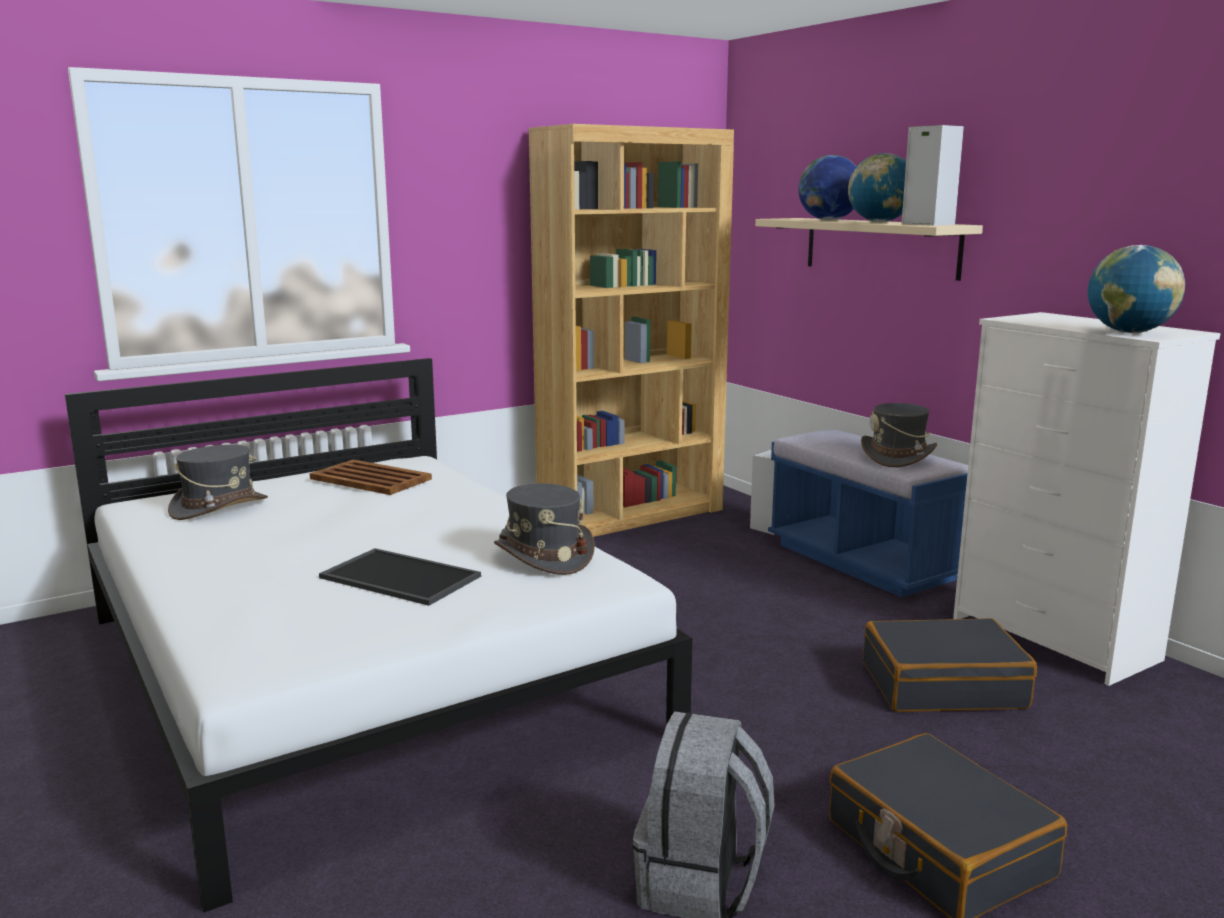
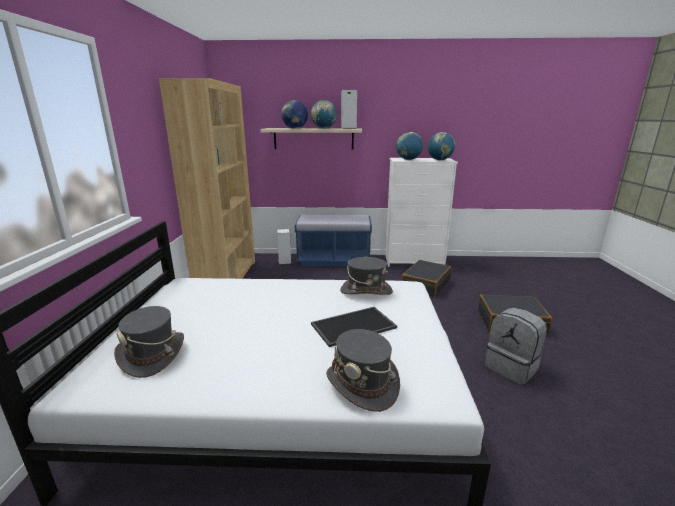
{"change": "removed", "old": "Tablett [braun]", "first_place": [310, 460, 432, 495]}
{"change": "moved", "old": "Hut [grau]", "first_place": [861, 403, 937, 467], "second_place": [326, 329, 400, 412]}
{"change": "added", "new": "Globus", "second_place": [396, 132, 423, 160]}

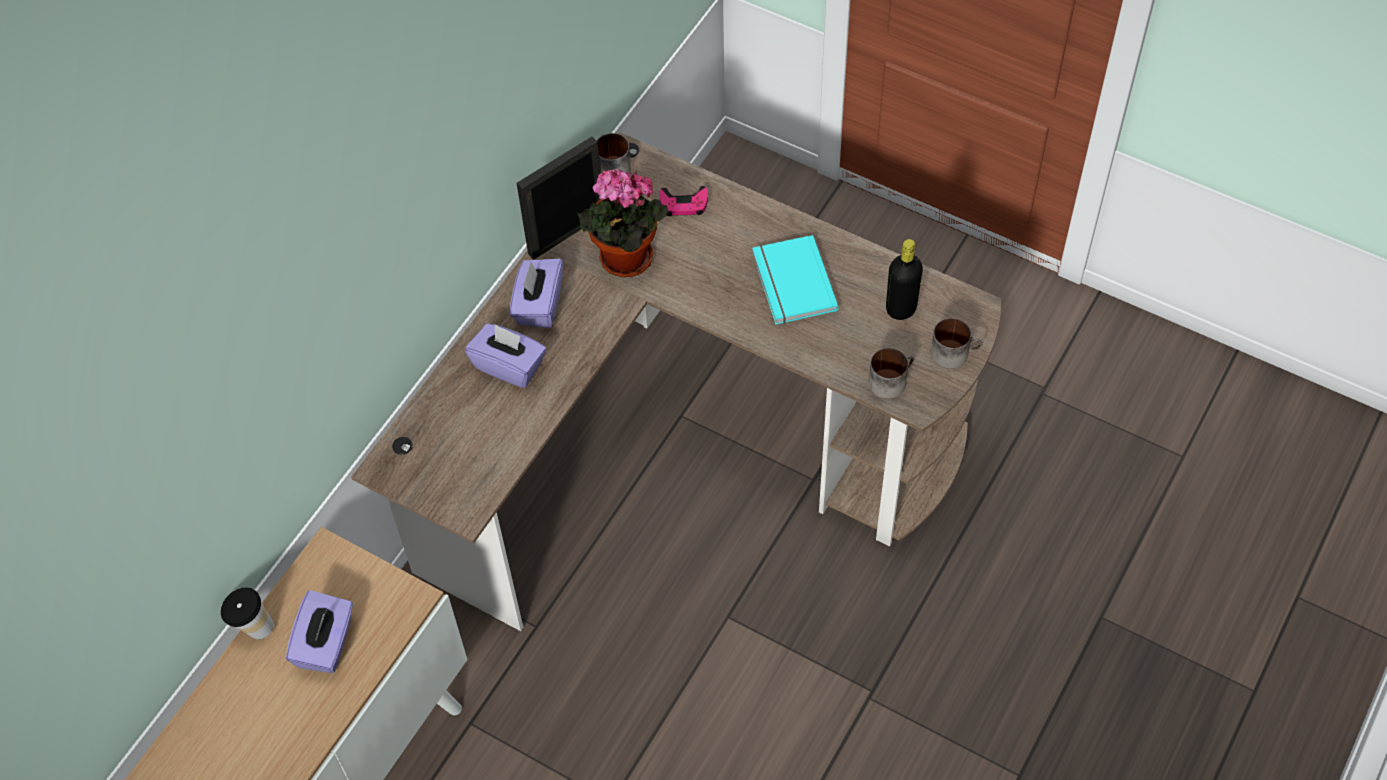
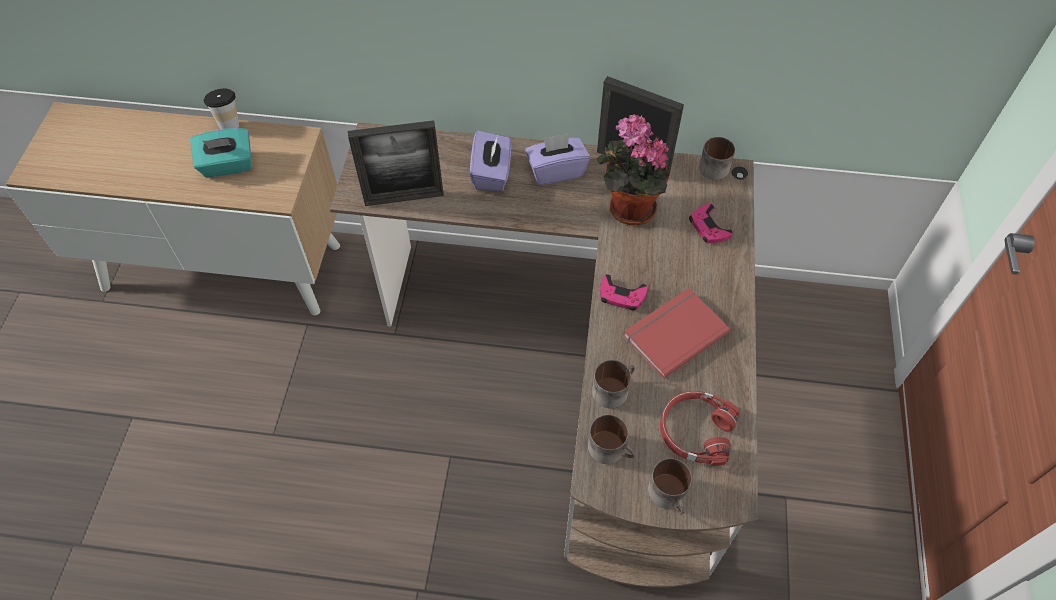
{"change": "recoloured", "old": "Taschentuchbox [lila]", "new": "Taschentuchbox [türkis]", "first_place": [286, 590, 353, 673], "second_place": [190, 128, 251, 178]}
{"change": "recoloured", "old": "Buch [türkis]", "new": "Buch [rot]", "first_place": [752, 235, 839, 325], "second_place": [623, 288, 730, 379]}
{"change": "replaced", "old": "Flasche [schwarz]", "new": "Kopfhörer [rot]", "first_place": [886, 239, 923, 320], "second_place": [660, 391, 740, 466]}
{"change": "added", "new": "Bilderrahmen", "second_place": [348, 120, 444, 206]}
{"change": "added", "new": "Henkelbecher", "second_place": [592, 360, 635, 408]}
{"change": "added", "new": "Gamepad [rosa]", "second_place": [600, 274, 647, 311]}

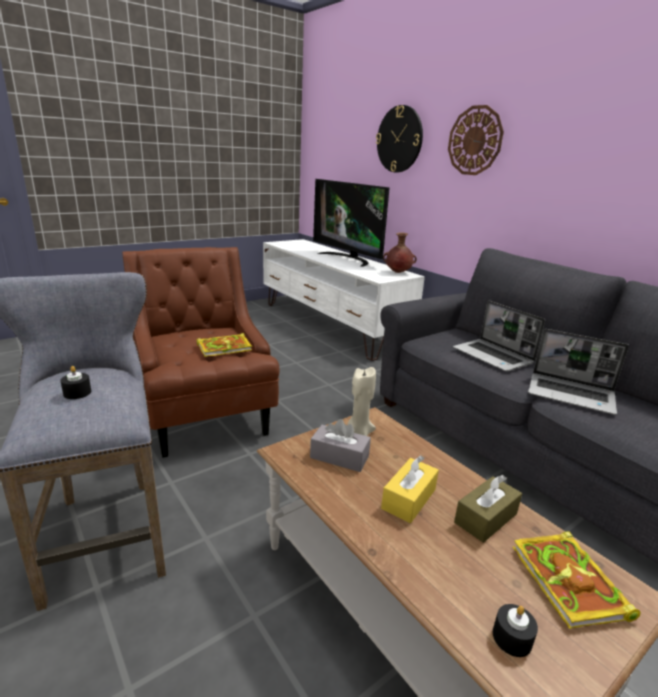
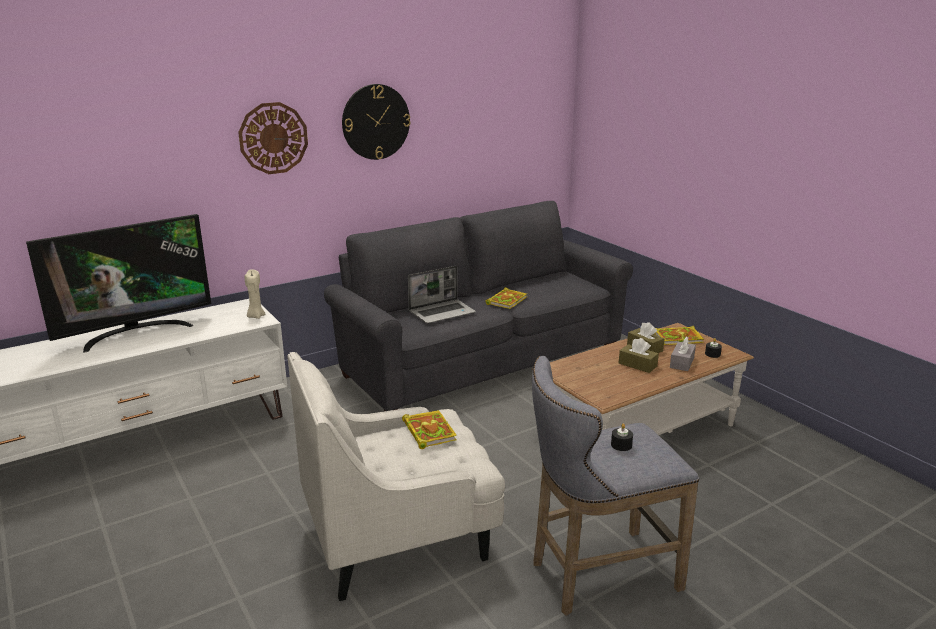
{"change": "recoloured", "old": "Sessel [braun]", "new": "Sessel [weiß]", "first_place": [122, 247, 279, 458], "second_place": [287, 352, 505, 601]}
{"change": "moved", "old": "Taschentuchbox [grau]", "first_place": [310, 419, 371, 472], "second_place": [670, 337, 696, 371]}
{"change": "moved", "old": "Kerze [beige]", "first_place": [348, 367, 376, 436], "second_place": [244, 269, 265, 319]}
{"change": "moved", "old": "Wanduhr", "first_place": [376, 105, 423, 173], "second_place": [342, 84, 411, 160]}
{"change": "recoloured", "old": "Taschentuchbox [gelb]", "new": "Taschentuchbox [braun]", "first_place": [381, 455, 439, 523], "second_place": [619, 338, 659, 373]}
{"change": "removed", "old": "Vase [braun]", "first_place": [383, 232, 417, 273]}
{"change": "replaced", "old": "Laptop", "new": "Buch", "first_place": [528, 329, 629, 415], "second_place": [486, 287, 527, 309]}

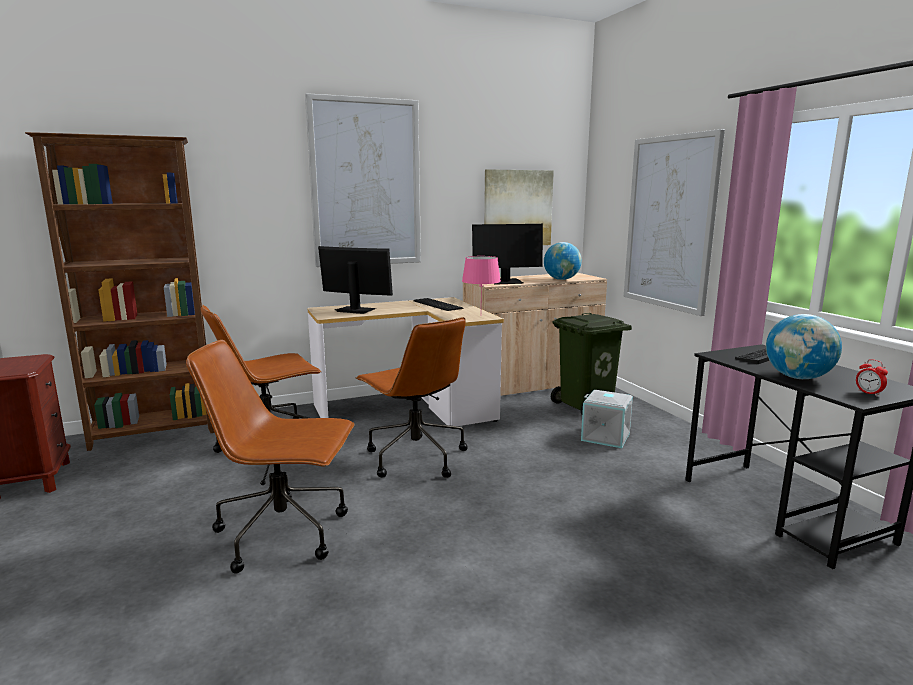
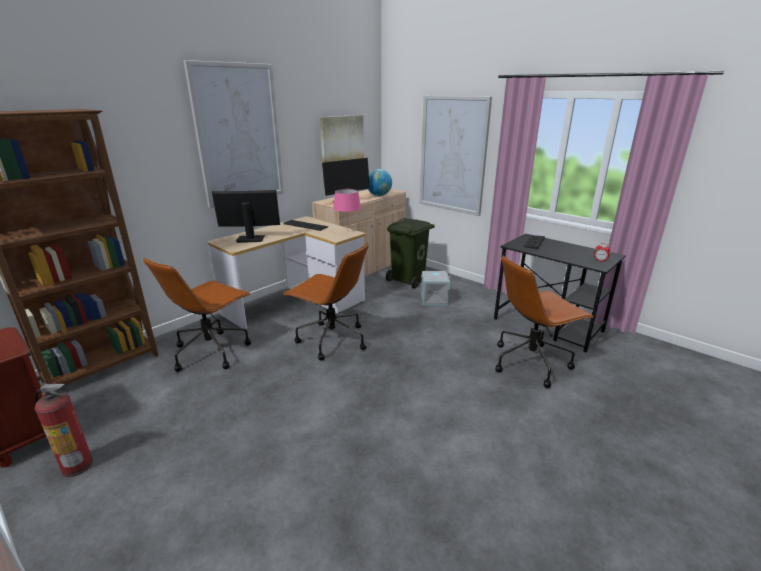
{"change": "moved", "old": "Bürostuhl [braun]", "first_place": [186, 340, 354, 573], "second_place": [495, 256, 594, 388]}
{"change": "removed", "old": "Globus", "first_place": [766, 314, 842, 379]}
{"change": "added", "new": "Feuerlöscher", "second_place": [34, 383, 94, 477]}

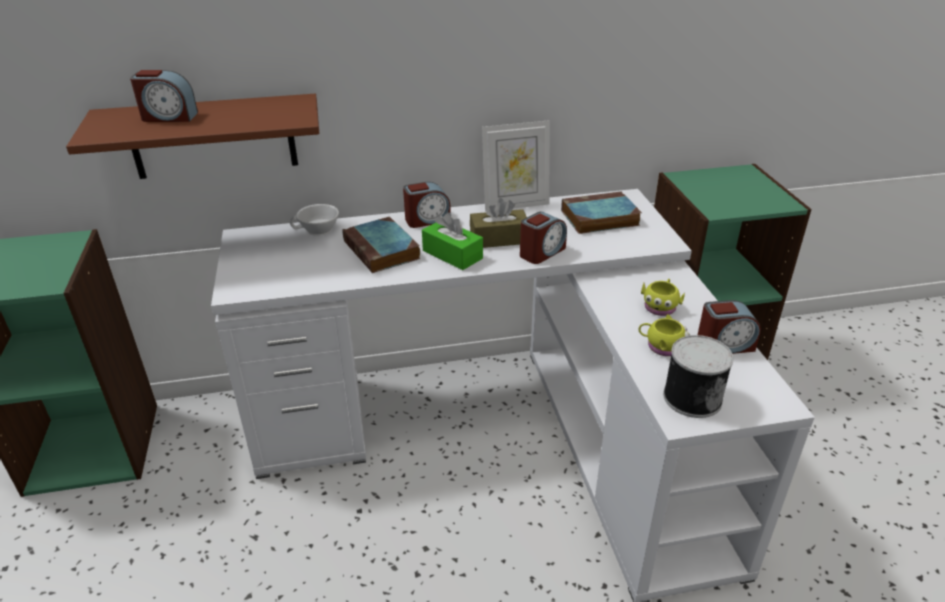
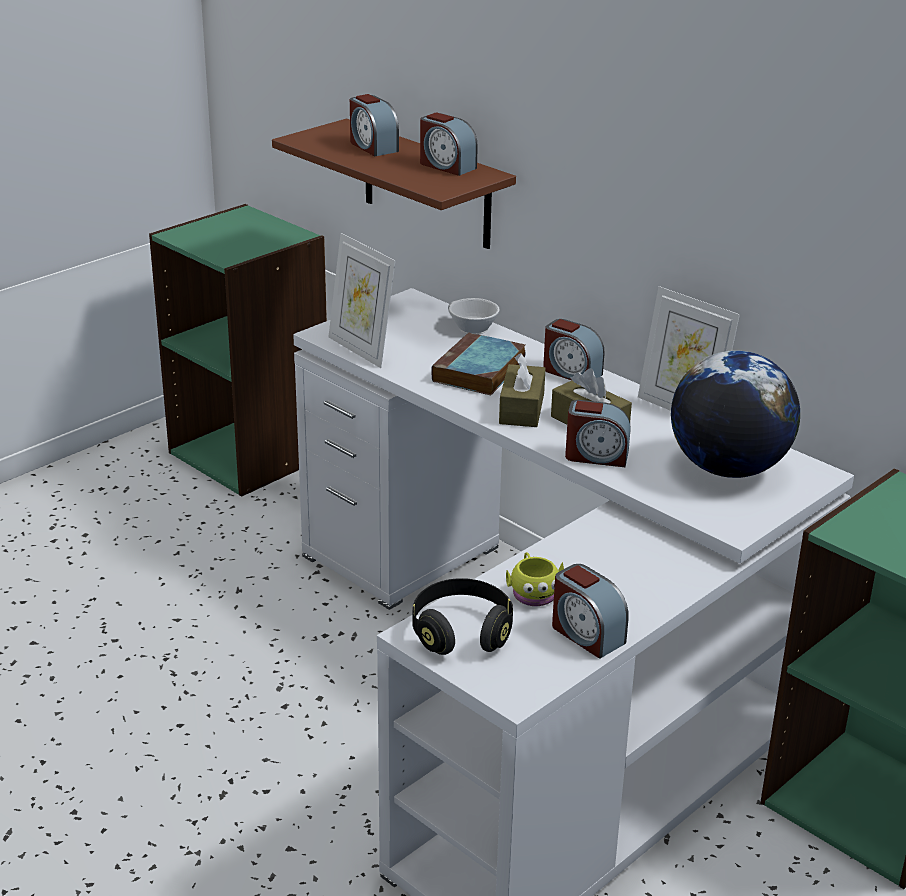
{"change": "recoloured", "old": "Taschentuchbox [grün]", "new": "Taschentuchbox [braun]", "first_place": [422, 212, 483, 270], "second_place": [499, 353, 546, 427]}
{"change": "replaced", "old": "Buch", "new": "Globus", "first_place": [561, 191, 642, 234], "second_place": [671, 350, 800, 478]}
{"change": "removed", "old": "Henkelbecher [gelb]", "first_place": [641, 279, 685, 316]}
{"change": "replaced", "old": "Dose", "new": "Kopfhörer [schwarz]", "first_place": [663, 335, 734, 418], "second_place": [413, 578, 513, 655]}
{"change": "added", "new": "Bilderrahmen", "second_place": [328, 233, 396, 368]}
{"change": "added", "new": "Wecker", "second_place": [420, 112, 478, 176]}

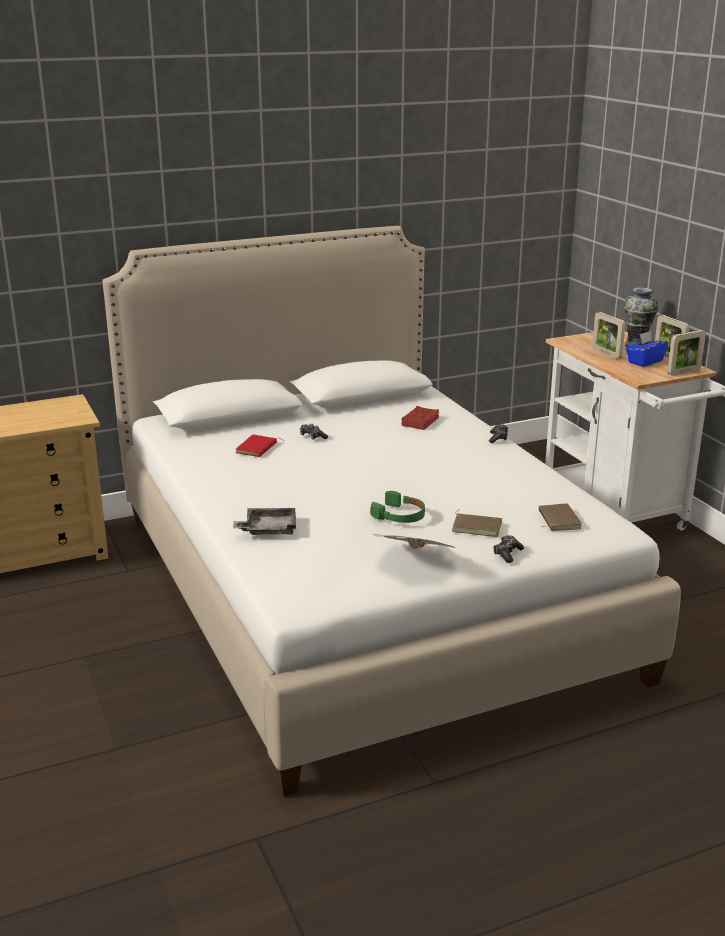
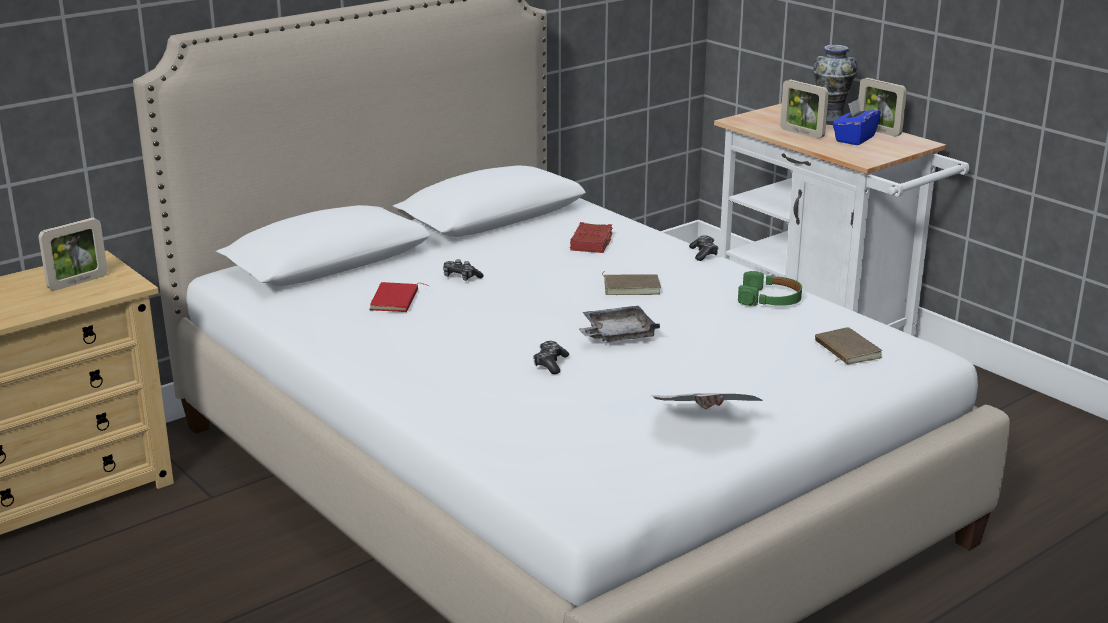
{"change": "moved", "old": "Tablett [grau]", "first_place": [233, 508, 296, 535], "second_place": [579, 306, 660, 342]}
{"change": "moved", "old": "Kopfhörer [grün]", "first_place": [370, 491, 425, 523], "second_place": [738, 271, 802, 306]}
{"change": "moved", "old": "Buch [braun]", "first_place": [452, 510, 502, 537], "second_place": [602, 271, 661, 295]}
{"change": "moved", "old": "Gamepad", "first_place": [493, 535, 524, 563], "second_place": [533, 341, 569, 374]}
{"change": "moved", "old": "Bilderrahmen", "first_place": [667, 330, 706, 376], "second_place": [38, 218, 107, 291]}

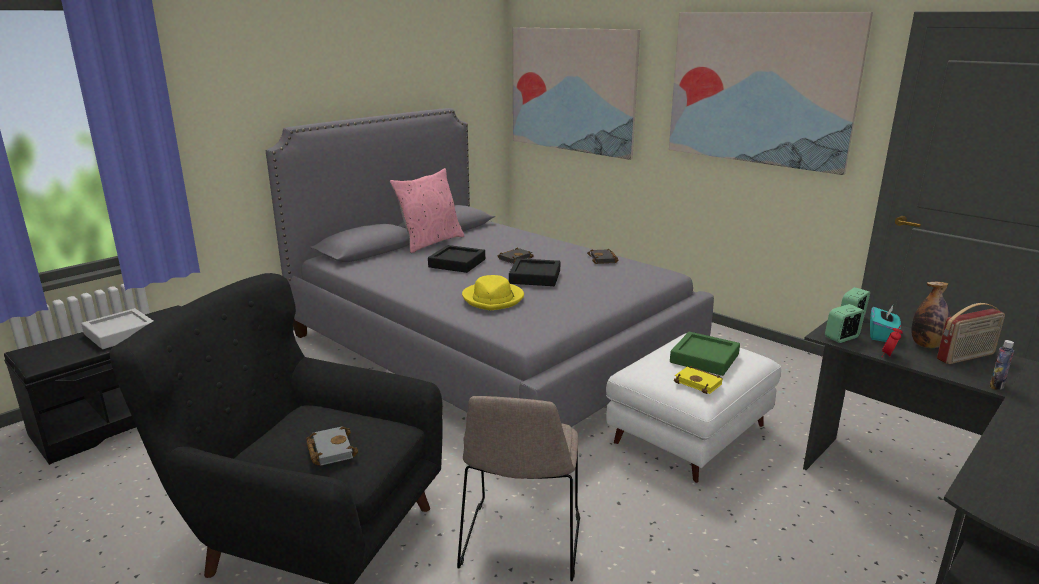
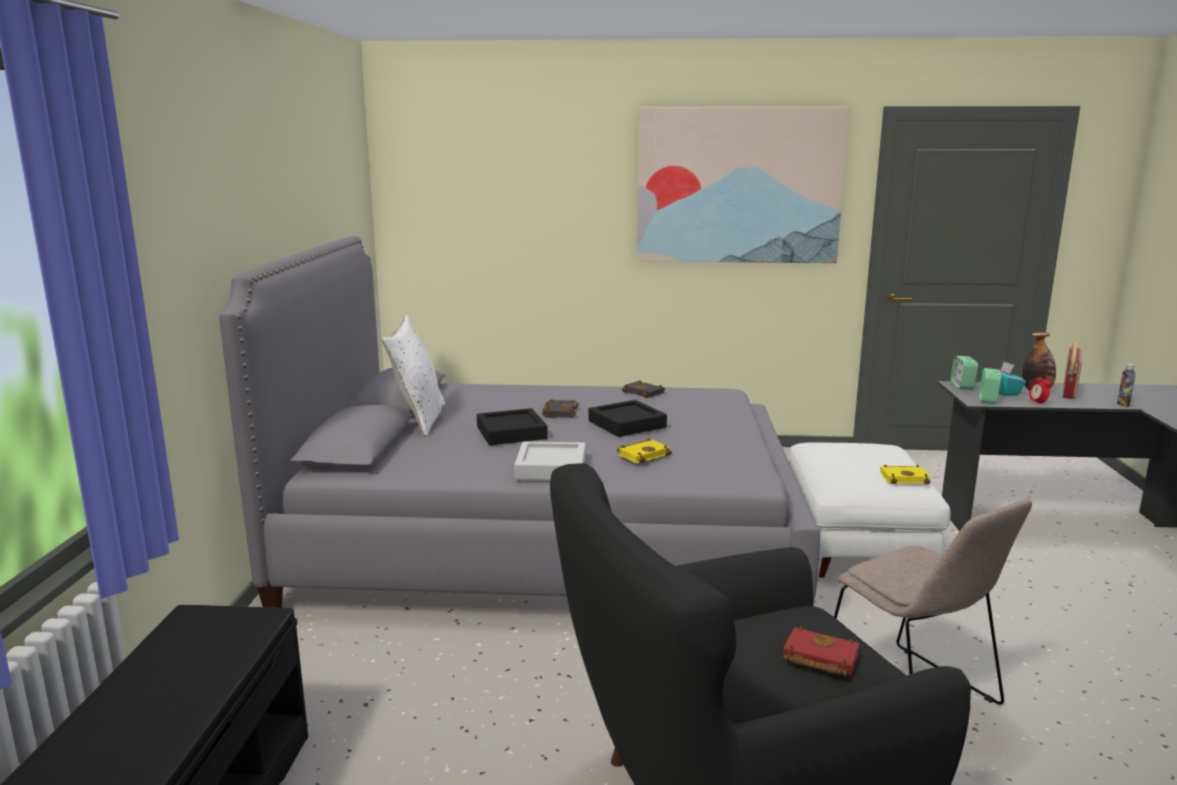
{"change": "moved", "old": "Tablett [grau]", "first_place": [81, 308, 153, 349], "second_place": [514, 442, 586, 480]}
{"change": "recoloured", "old": "Buch [grau]", "new": "Buch [rot]", "first_place": [306, 426, 358, 465], "second_place": [783, 627, 860, 677]}
{"change": "recoloured", "old": "Kissen [rosa]", "new": "Kissen [weiß]", "first_place": [390, 168, 464, 253], "second_place": [381, 315, 445, 437]}
{"change": "replaced", "old": "Hut [gelb]", "new": "Buch [gelb]", "first_place": [462, 275, 524, 310], "second_place": [617, 438, 672, 464]}
{"change": "removed", "old": "Bild", "first_place": [513, 27, 640, 160]}
{"change": "removed", "old": "Tablett [grün]", "first_place": [670, 332, 740, 376]}

